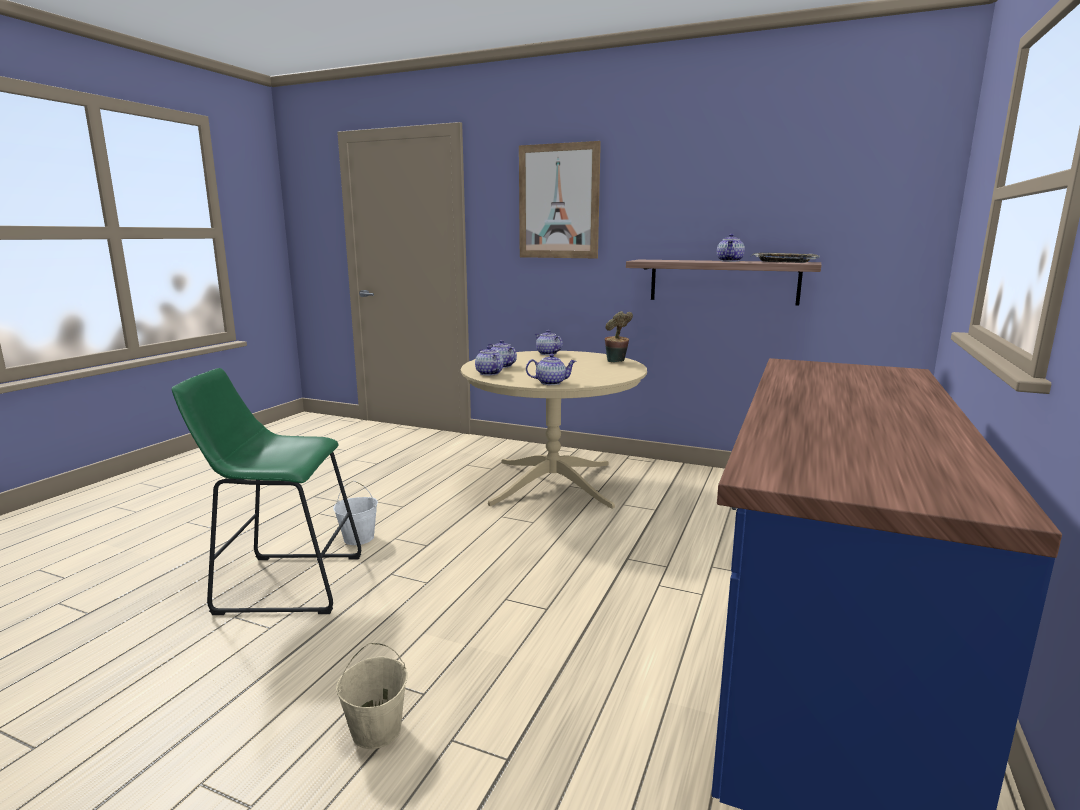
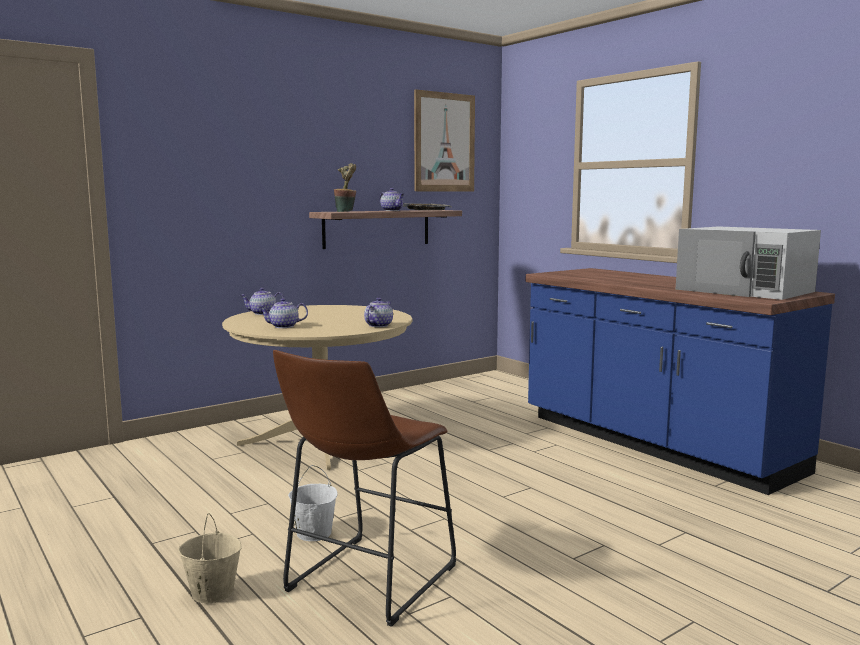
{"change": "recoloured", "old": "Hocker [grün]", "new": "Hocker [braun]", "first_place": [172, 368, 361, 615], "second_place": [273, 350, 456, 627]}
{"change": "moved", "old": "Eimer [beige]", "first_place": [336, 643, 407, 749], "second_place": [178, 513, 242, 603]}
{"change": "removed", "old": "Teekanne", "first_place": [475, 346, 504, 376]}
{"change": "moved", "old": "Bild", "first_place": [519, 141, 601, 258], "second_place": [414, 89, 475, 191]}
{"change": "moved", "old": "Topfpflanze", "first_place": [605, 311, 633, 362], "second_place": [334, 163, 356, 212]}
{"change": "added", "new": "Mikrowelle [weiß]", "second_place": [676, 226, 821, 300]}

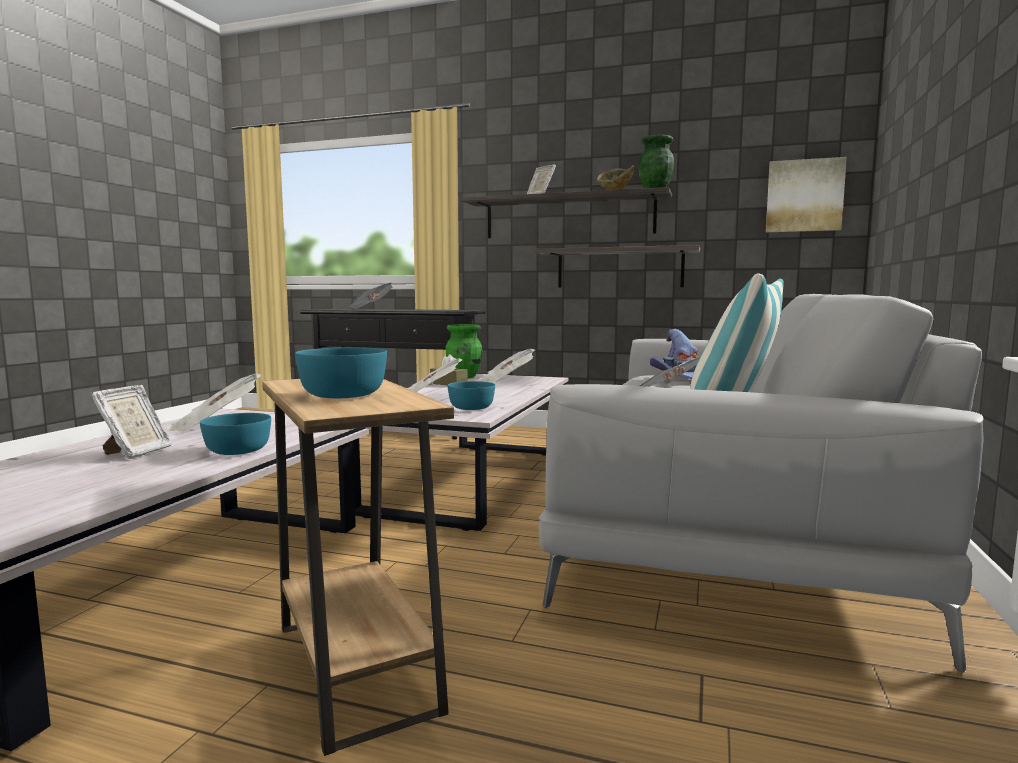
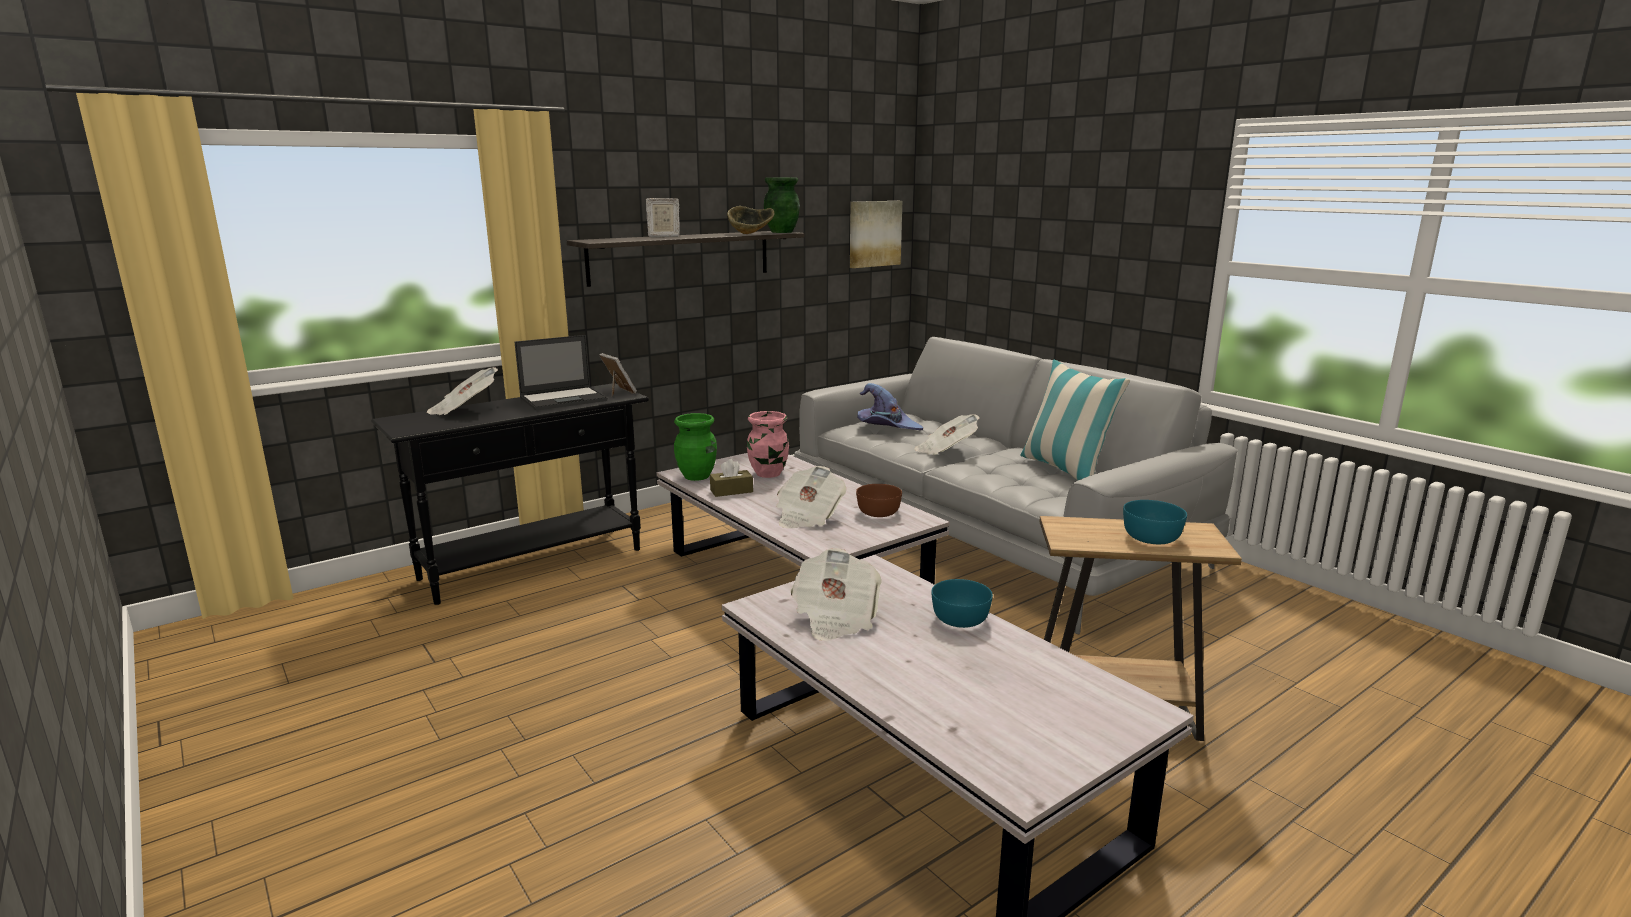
{"change": "moved", "old": "Bilderrahmen", "first_place": [90, 385, 172, 459], "second_place": [599, 353, 637, 396]}
{"change": "recoloured", "old": "Schüssel [türkis]", "new": "Schüssel [braun]", "first_place": [448, 381, 495, 410], "second_place": [856, 484, 902, 517]}
{"change": "replaced", "old": "Zeitung", "new": "Vase [rosa]", "first_place": [476, 349, 535, 383], "second_place": [747, 411, 789, 478]}
{"change": "removed", "old": "Wandregal", "first_place": [534, 245, 700, 288]}
{"change": "added", "new": "Laptop", "second_place": [514, 335, 608, 410]}

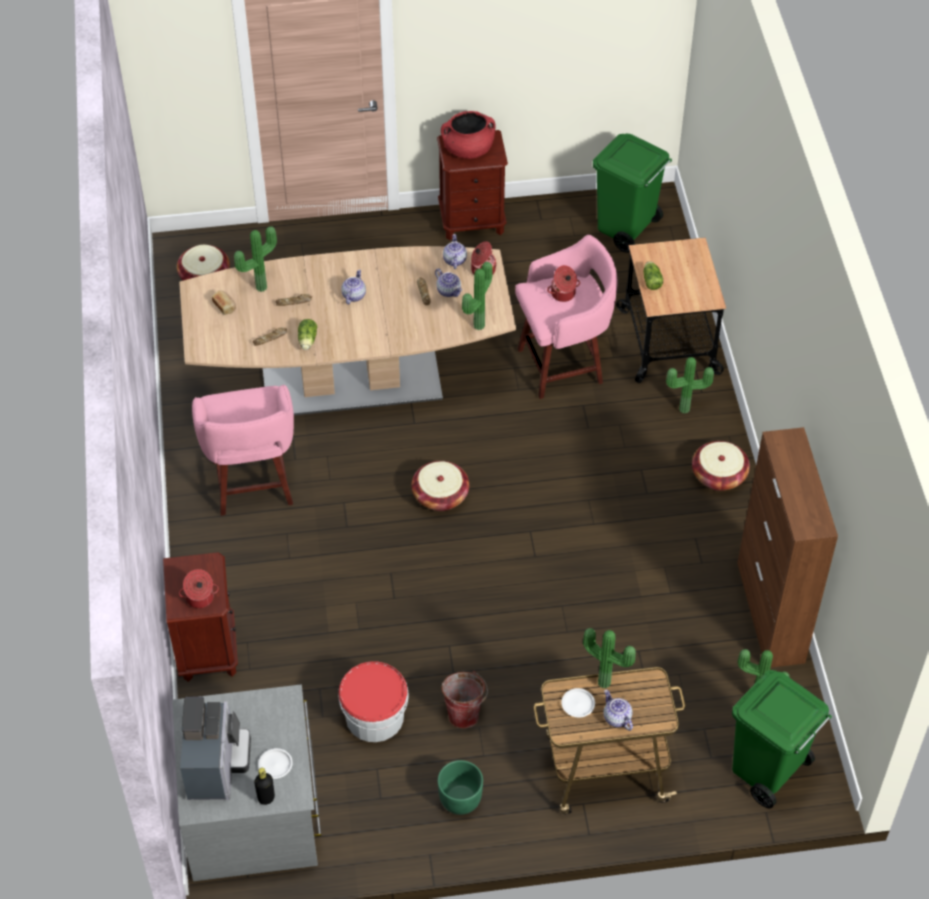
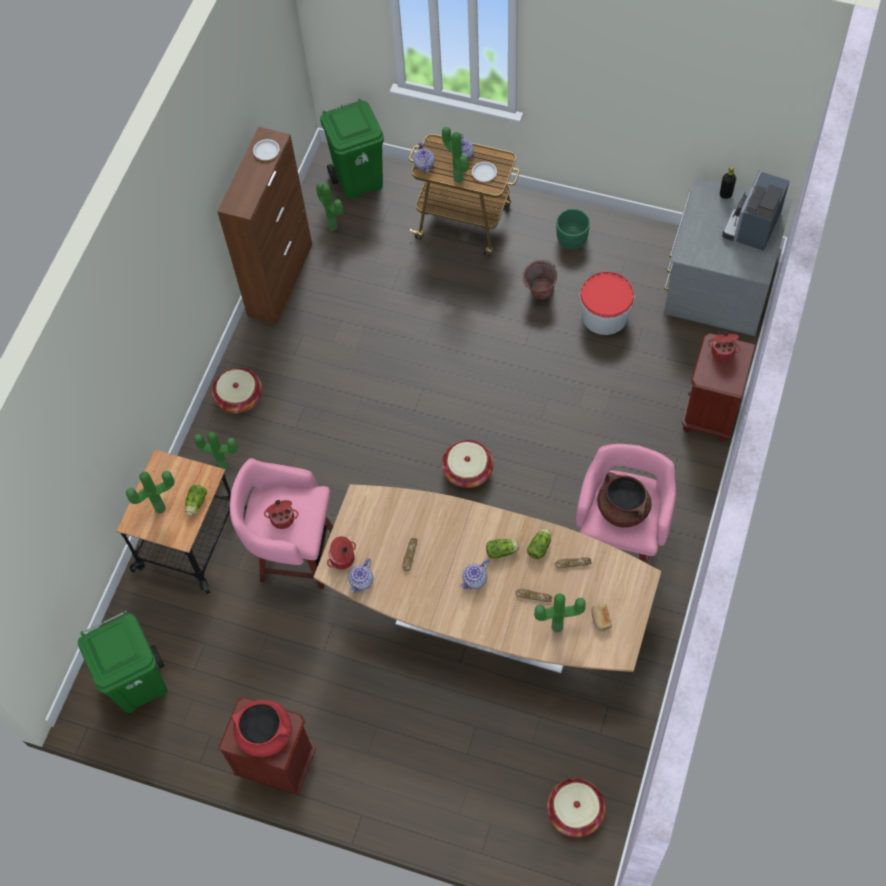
{"change": "moved", "old": "Teller [weiß]", "first_place": [258, 748, 293, 779], "second_place": [253, 139, 280, 160]}
{"change": "moved", "old": "Teekanne", "first_place": [435, 269, 462, 297], "second_place": [413, 141, 435, 173]}
{"change": "moved", "old": "Topfpflanze", "first_place": [462, 261, 493, 330], "second_place": [126, 471, 175, 514]}
{"change": "added", "new": "Salatkopf", "second_place": [486, 539, 519, 559]}
{"change": "added", "new": "Kochtopf [braun]", "second_place": [597, 472, 651, 528]}

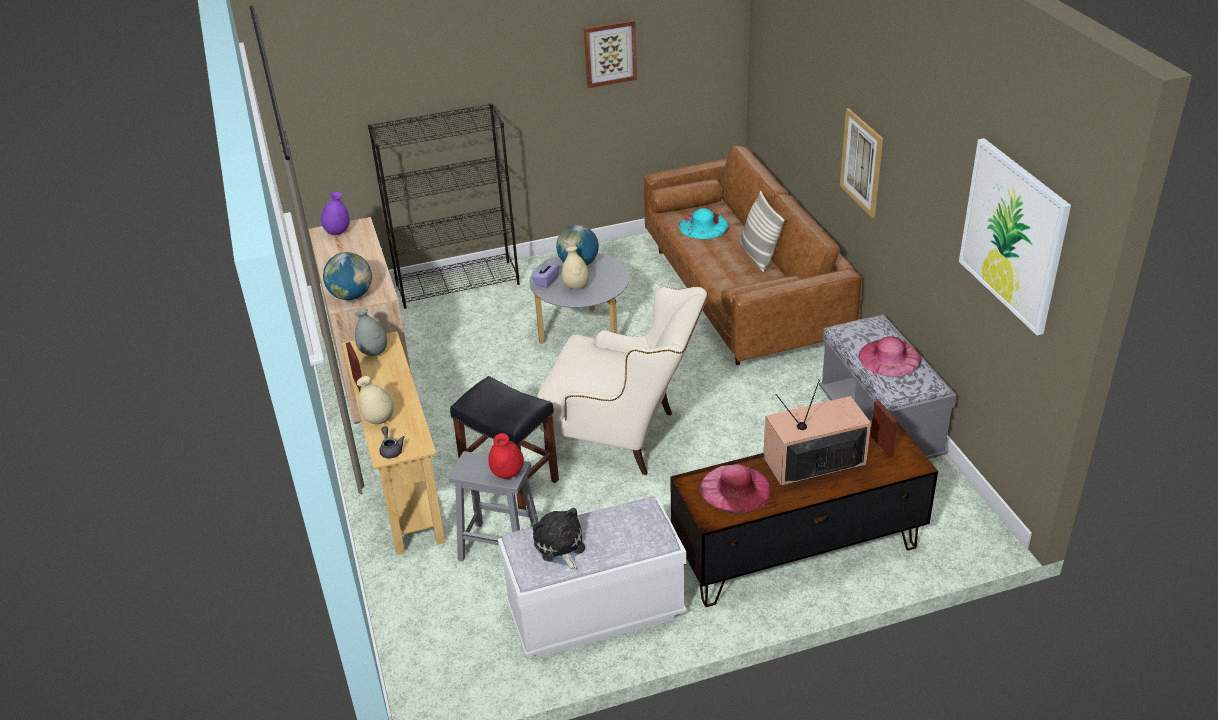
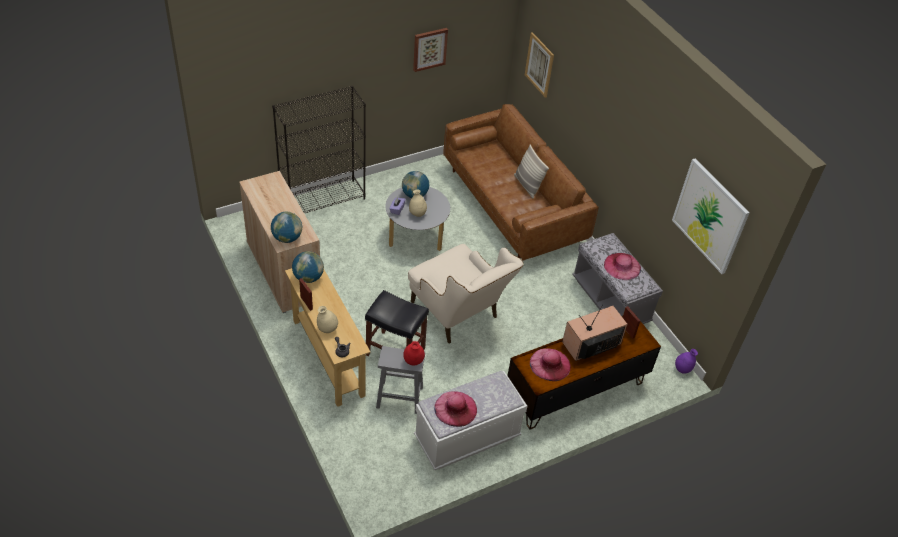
{"change": "moved", "old": "Vase [lila]", "first_place": [321, 192, 350, 235], "second_place": [675, 349, 698, 373]}
{"change": "replaced", "old": "Vase [grau]", "new": "Globus", "first_place": [355, 308, 387, 356], "second_place": [292, 251, 324, 283]}
{"change": "replaced", "old": "Plüschtier", "new": "Hut [rosa]", "first_place": [533, 508, 585, 570], "second_place": [434, 391, 477, 427]}
{"change": "turned", "old": "Sessel [beige]", "first_place": [536, 286, 708, 475], "second_place": [408, 244, 524, 344], "degrees": 45}
{"change": "removed", "old": "Hut [türkis]", "first_place": [679, 208, 729, 239]}
{"change": "moved", "old": "Bild", "first_place": [840, 108, 883, 218], "second_place": [525, 32, 554, 98]}

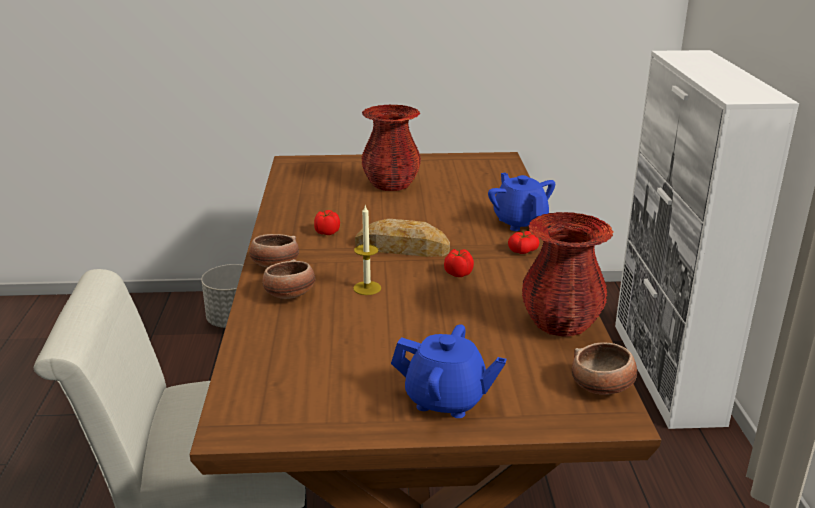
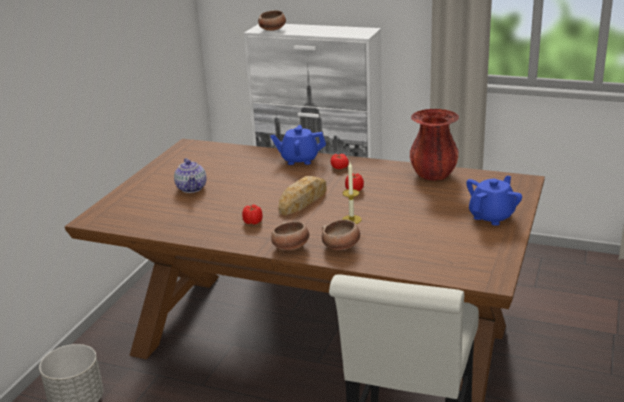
{"change": "replaced", "old": "Vase [rot]", "new": "Teekanne", "first_place": [361, 105, 421, 191], "second_place": [174, 158, 206, 193]}
{"change": "moved", "old": "Schüssel", "first_place": [572, 342, 637, 395], "second_place": [258, 10, 286, 31]}

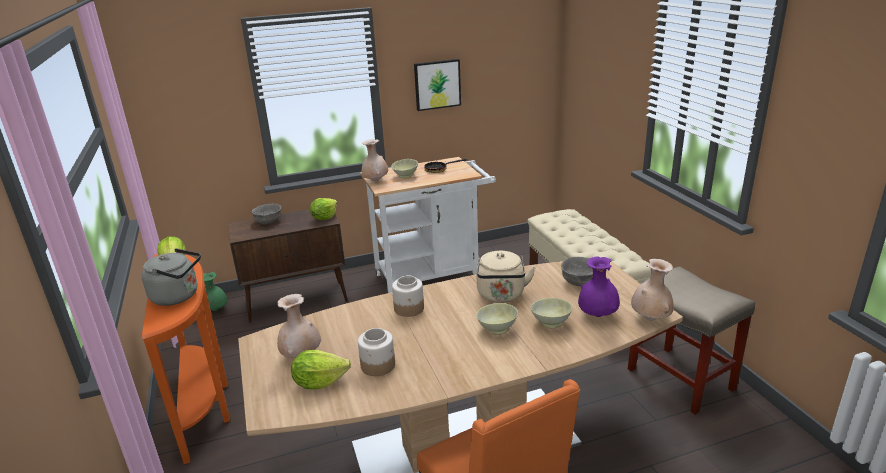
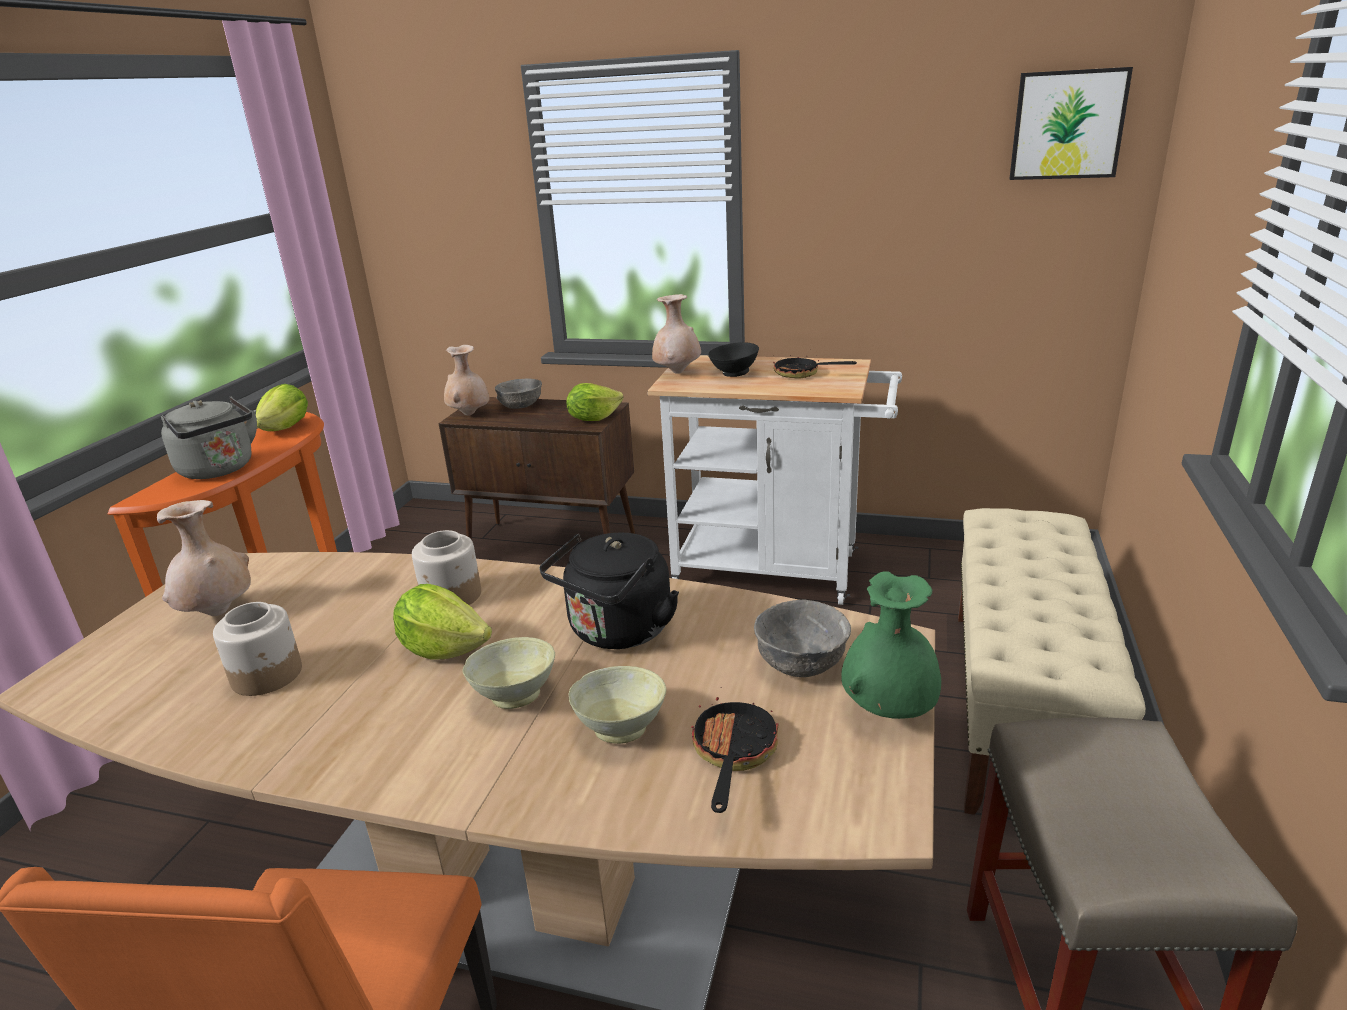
{"change": "moved", "old": "Vase [grün]", "first_place": [203, 272, 227, 311], "second_place": [841, 572, 941, 719]}
{"change": "moved", "old": "Salatkopf", "first_place": [291, 350, 351, 390], "second_place": [393, 584, 492, 660]}
{"change": "recoloured", "old": "Schüssel [beige]", "new": "Schüssel [schwarz]", "first_place": [391, 159, 418, 178], "second_place": [708, 342, 759, 377]}
{"change": "moved", "old": "Bild", "first_place": [414, 59, 461, 111], "second_place": [1009, 67, 1133, 180]}
{"change": "recoloured", "old": "Wasserkessel [beige]", "new": "Wasserkessel [schwarz]", "first_place": [476, 251, 535, 303], "second_place": [539, 533, 679, 649]}
{"change": "replaced", "old": "Vase [lila]", "new": "Pfanne", "first_place": [578, 256, 620, 317], "second_place": [691, 687, 778, 813]}
{"change": "moved", "old": "Vase [beige]", "first_place": [631, 259, 674, 321], "second_place": [444, 345, 490, 416]}

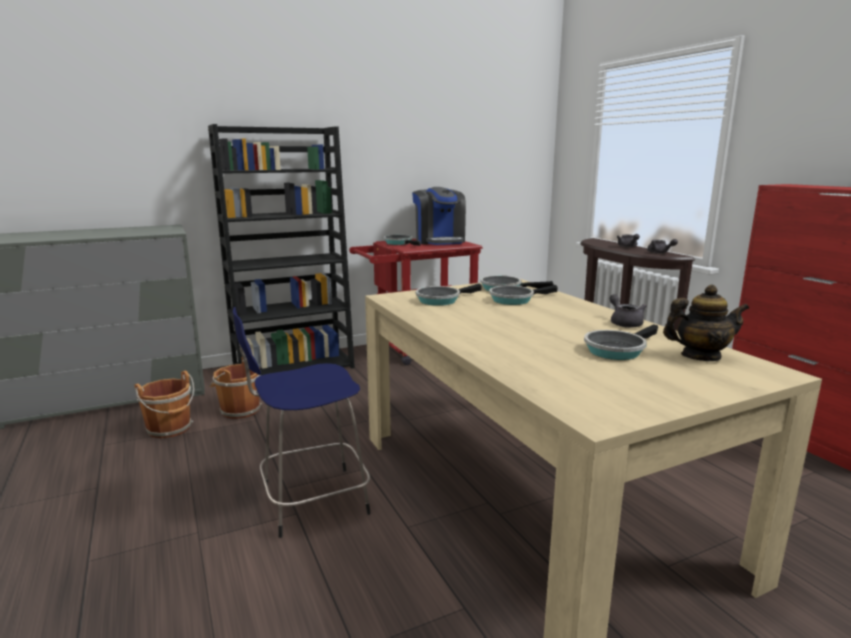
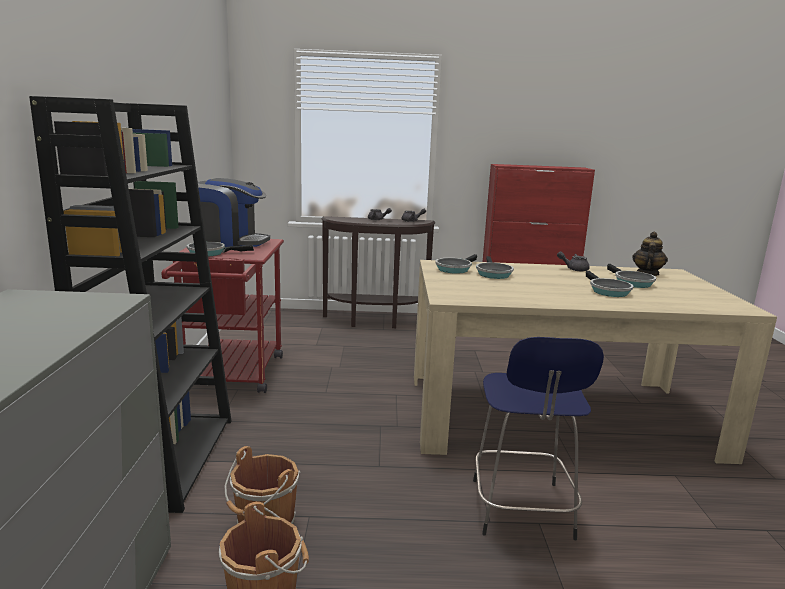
{"change": "moved", "old": "Pfanne", "first_place": [416, 283, 482, 306], "second_place": [586, 271, 633, 297]}

